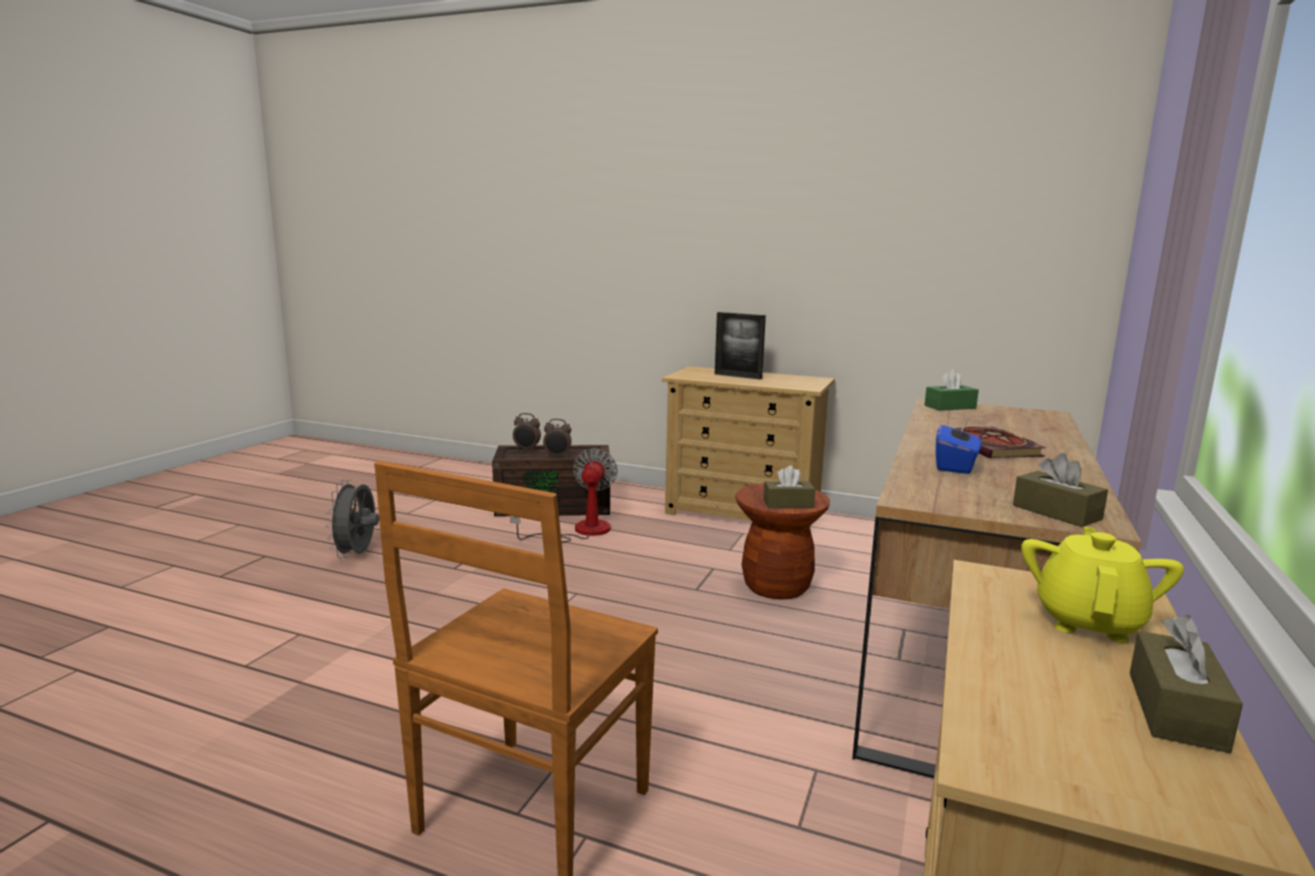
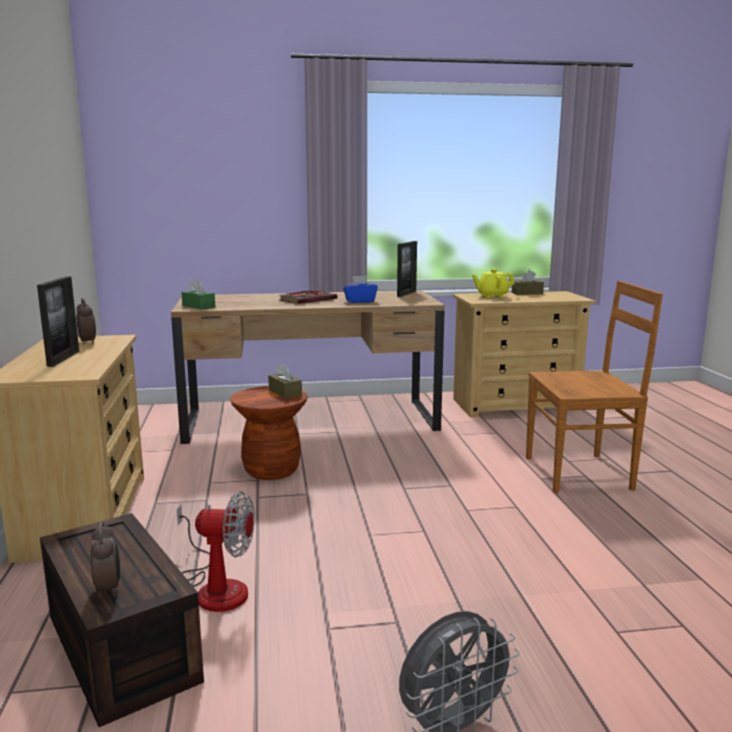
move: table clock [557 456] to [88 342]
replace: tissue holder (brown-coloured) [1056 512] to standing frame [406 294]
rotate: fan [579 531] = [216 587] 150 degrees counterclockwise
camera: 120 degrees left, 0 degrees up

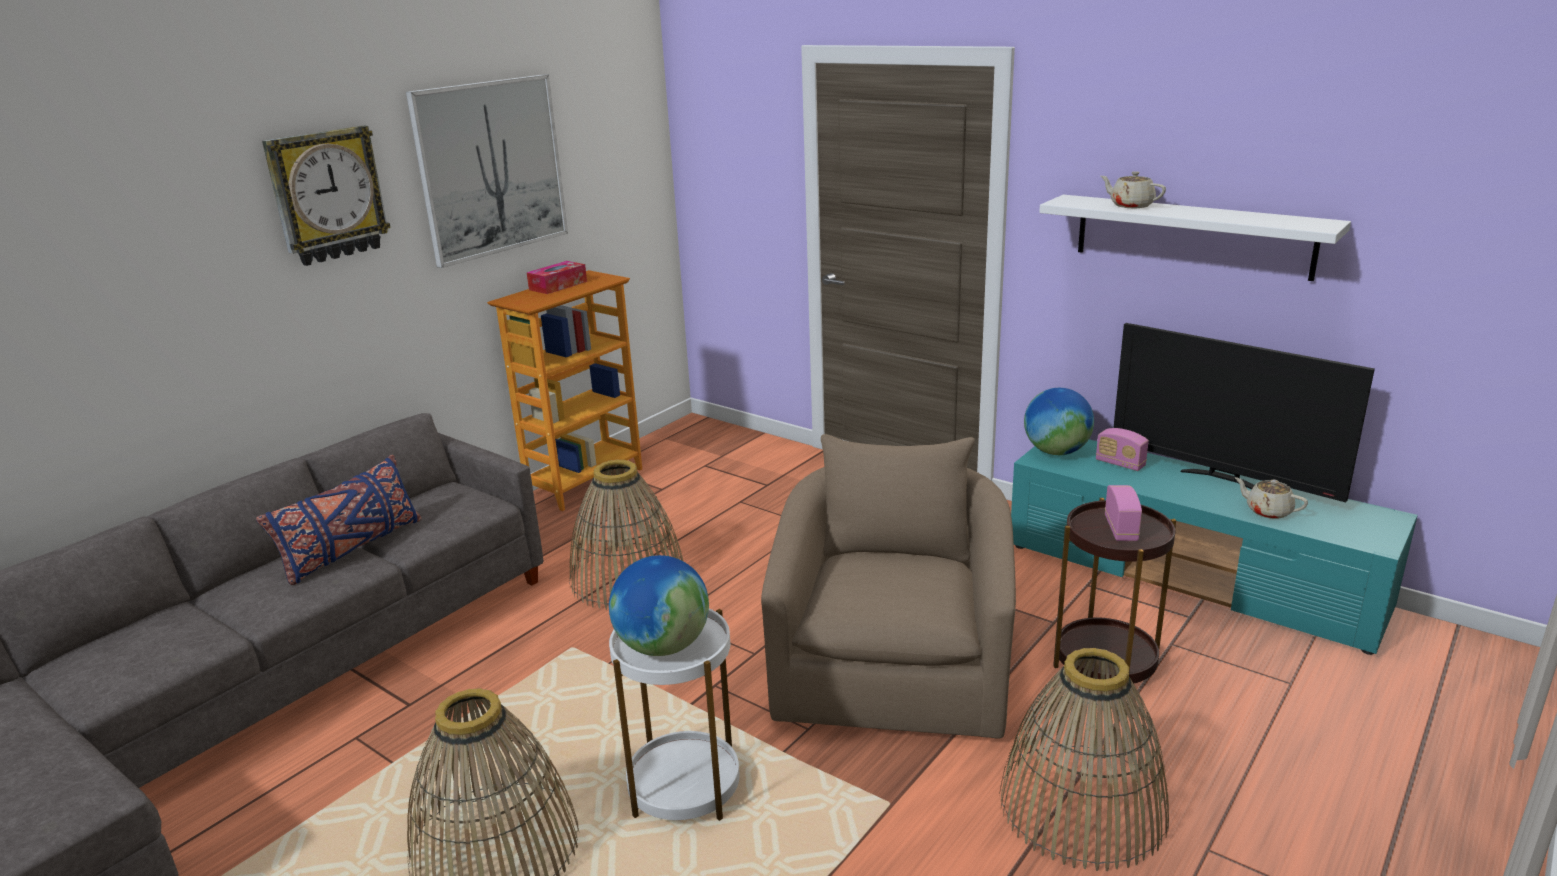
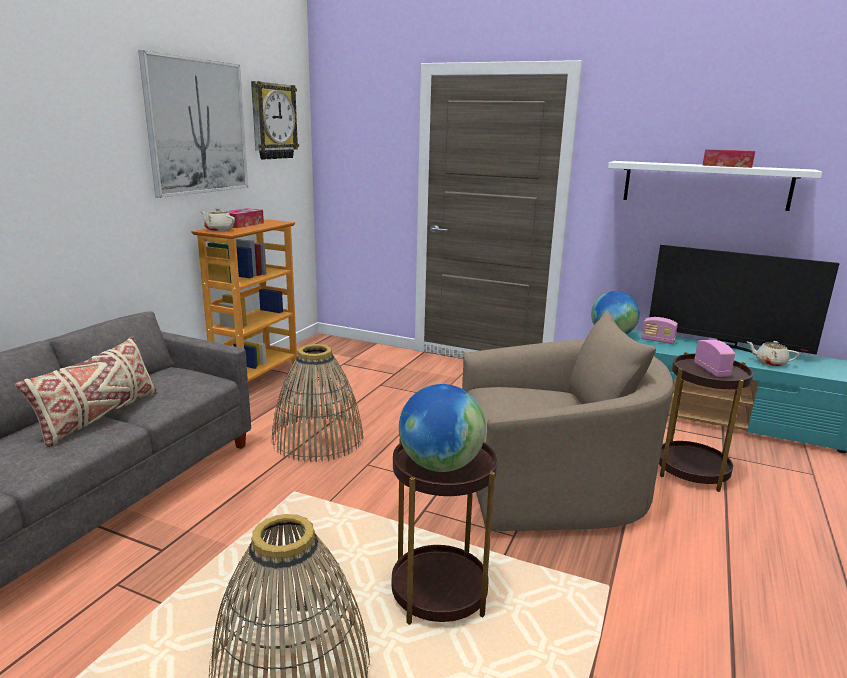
delete: household basket [1081 807]
insert: tissue holder [726 166]
move: hanging clock [327 195] to [273 121]; teapot (sand-coloured) [1130 205] to [218 230]
recolor: cushion (blue-coloured) [351 549] to cushion (sand-coloured) [98 416]; side table (white) [684 788] to side table (brown-coloured) [439 593]
rotate: lounge chair (sand-coloured) [893 667] = [551 485] 90 degrees clockwise
camera: 15 degrees left, 5 degrees down

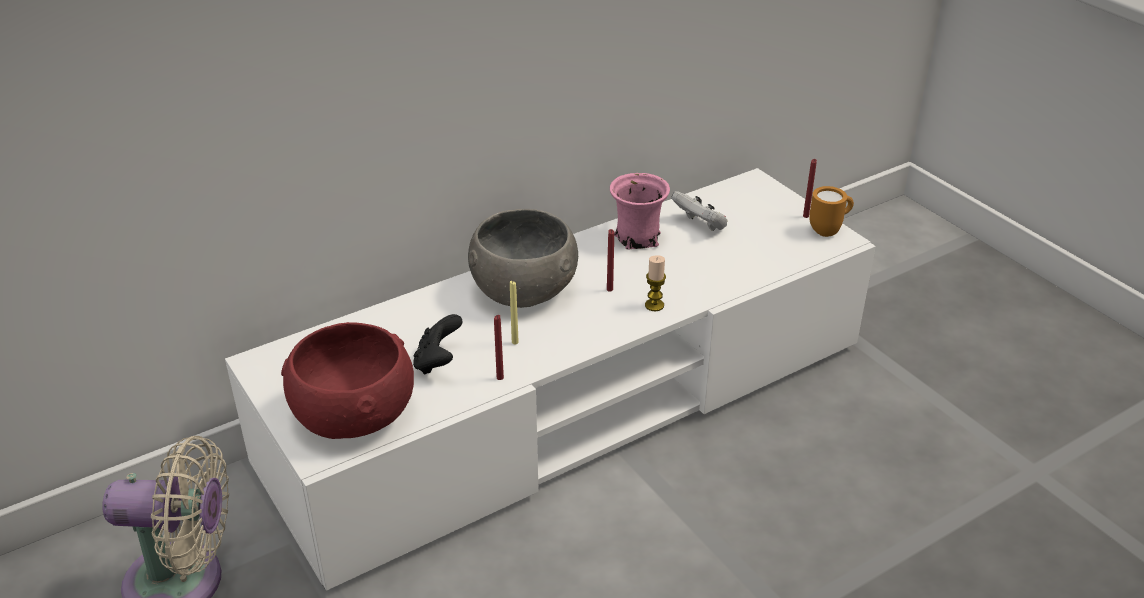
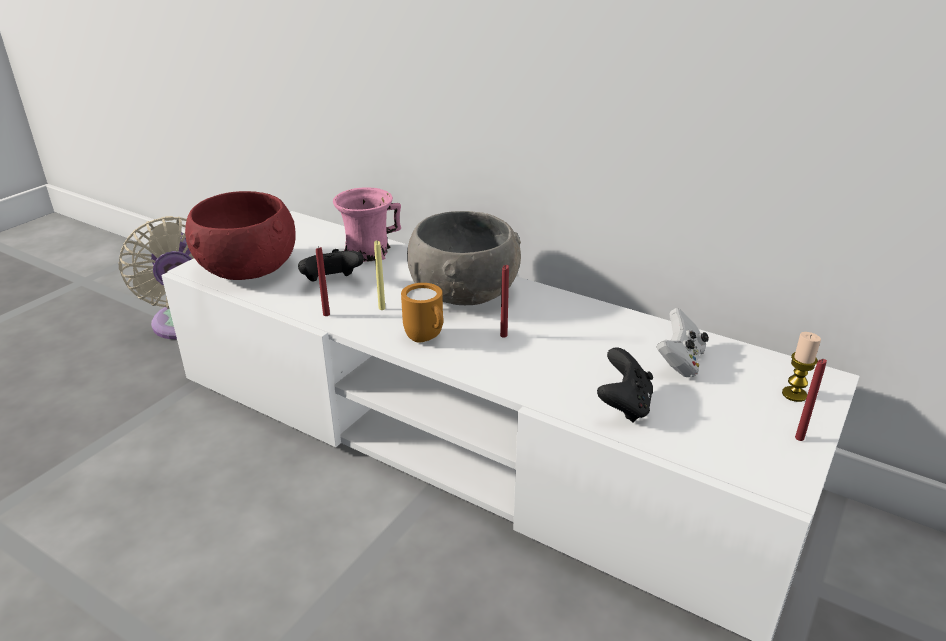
insert: gamepad (blackish) [624 406]
move: tea mug (pink) [636 238] to [367 252]; tea mug (orangey) [829 230] to [427 339]; wax light [654 305] to [794 394]
camera: 65 degrees right, 5 degrees down

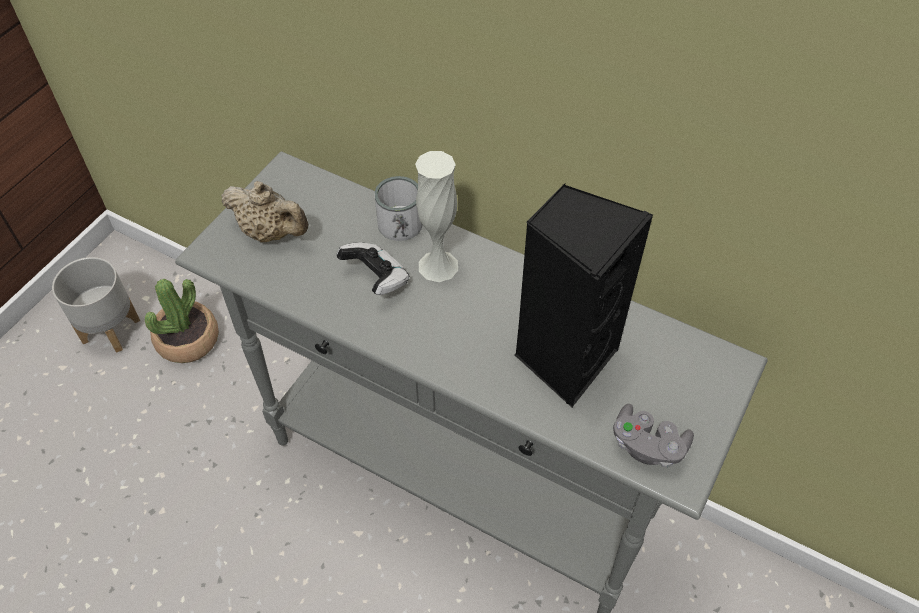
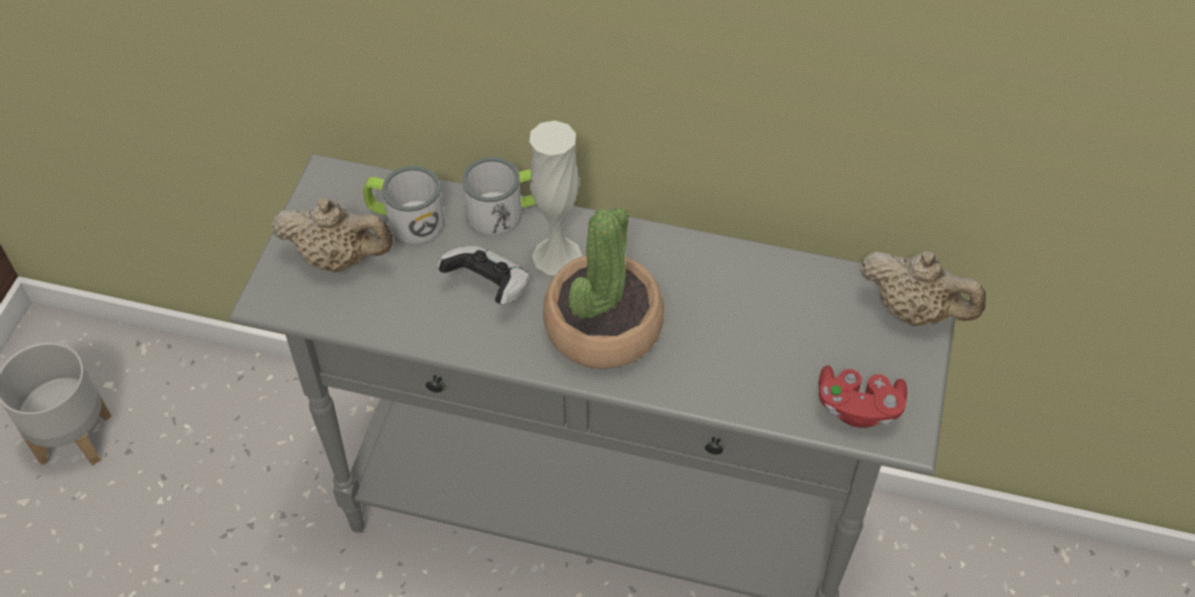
delete: loudspeaker (blackish) [564 358]
insert: tea mug [406 221]; teapot (sand-coloured) [914 311]
move: potted plant [188 339] to [603 326]
recolor: gamepad (grey) [647 445] to gamepad (red) [858 407]
camera: 15 degrees left, 0 degrees up

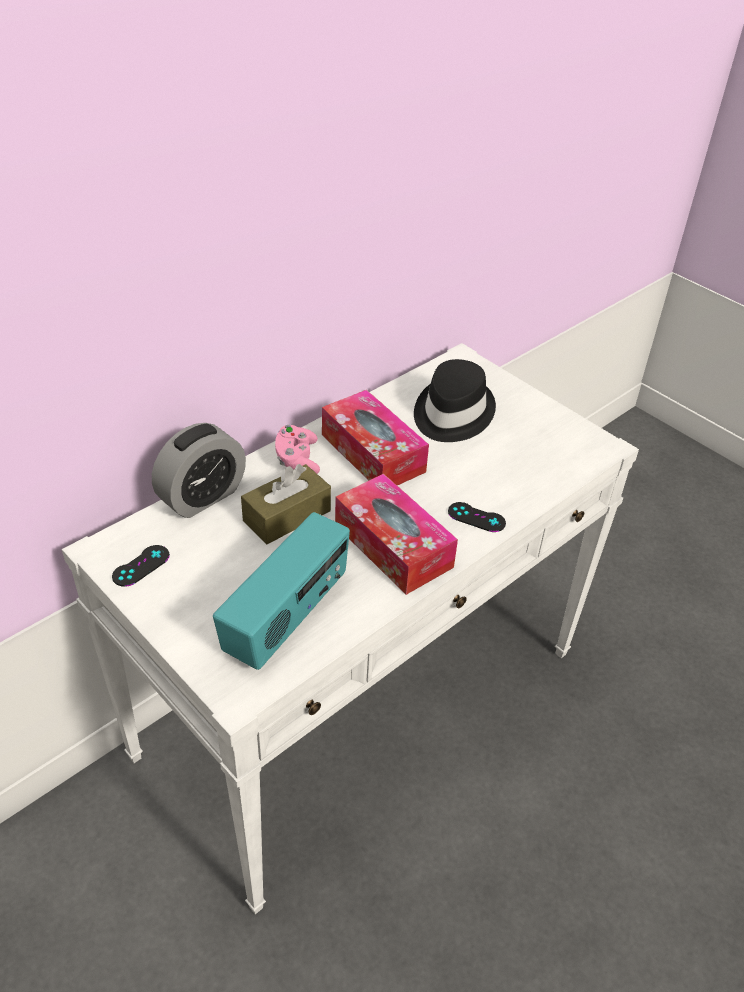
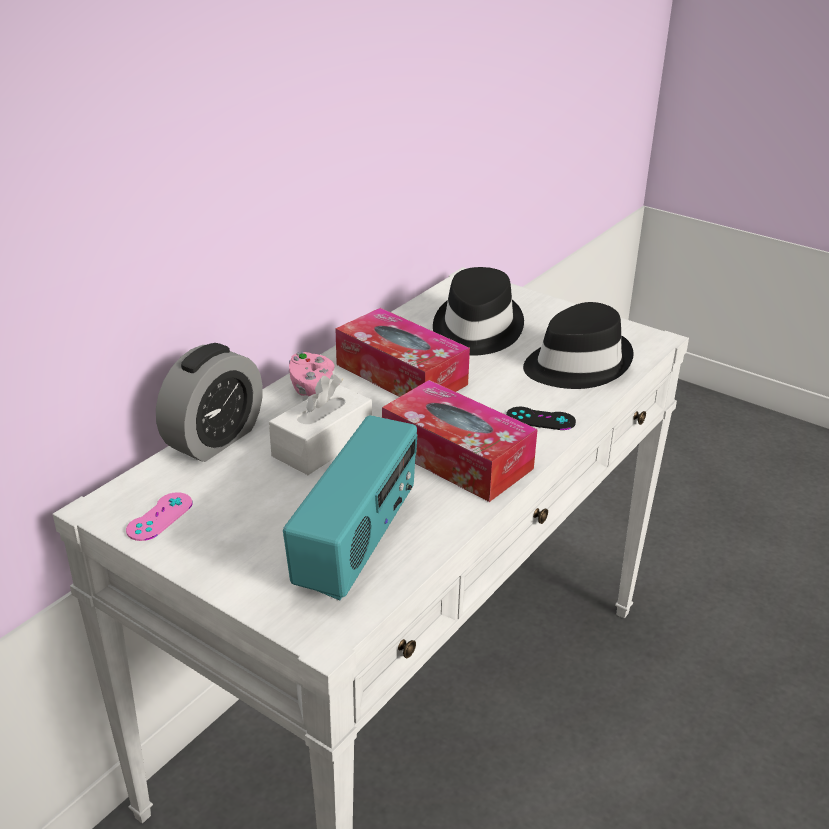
insert: wearable hat (blackish) [576 364]
recolor: tissue holder (brown-coloured) [287 516] to tissue holder (white) [322 445]; gamepad (blackish) [141 566] to gamepad (pink) [159 517]
camera: 10 degrees left, 10 degrees down

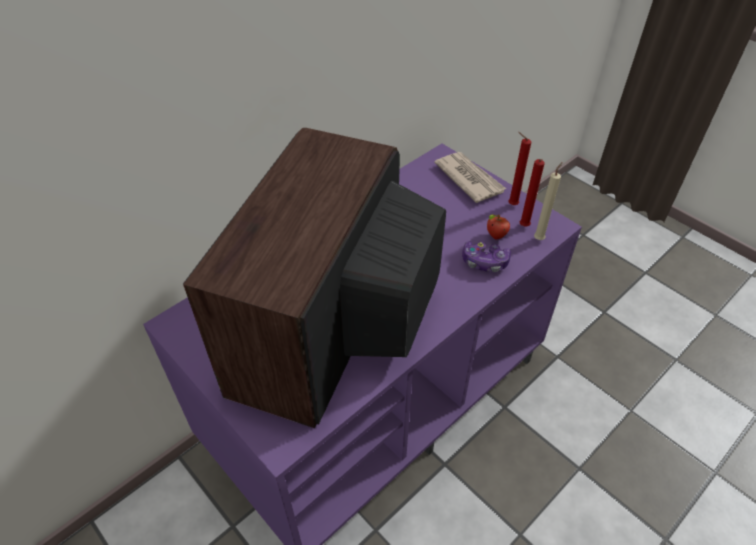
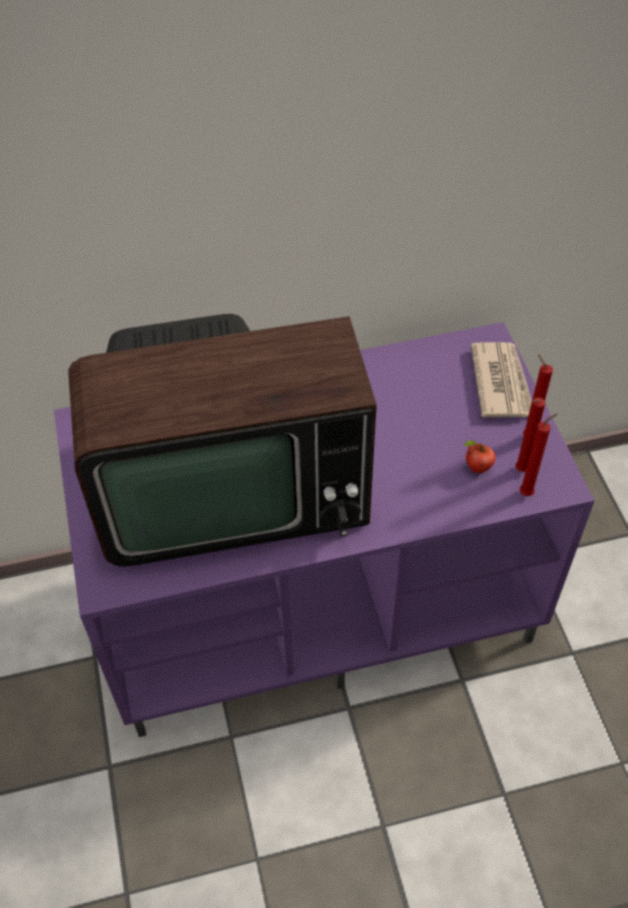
delete: gamepad [484 262]
recolor: wax light (sand-coloured) [539 238] to wax light (red) [528 493]
rotate: television [331 323] = [227 488] 150 degrees counterclockwise
camera: 30 degrees right, 5 degrees up

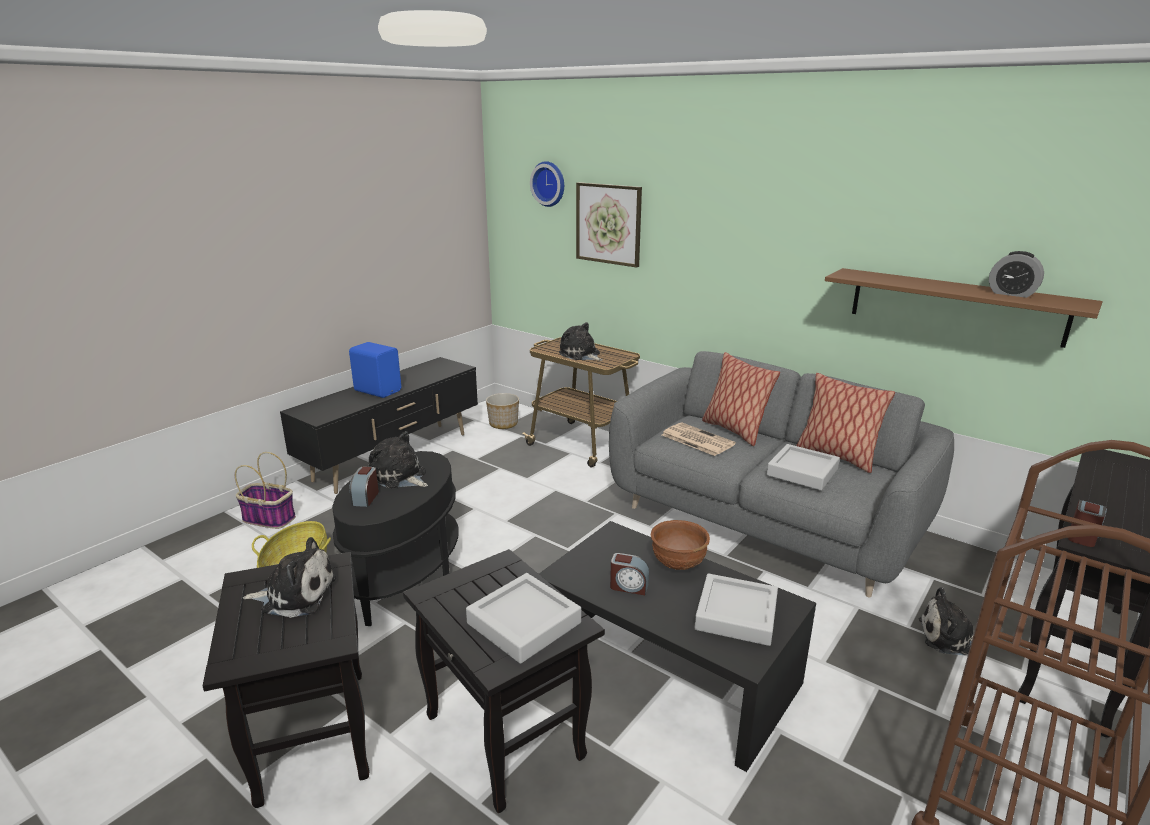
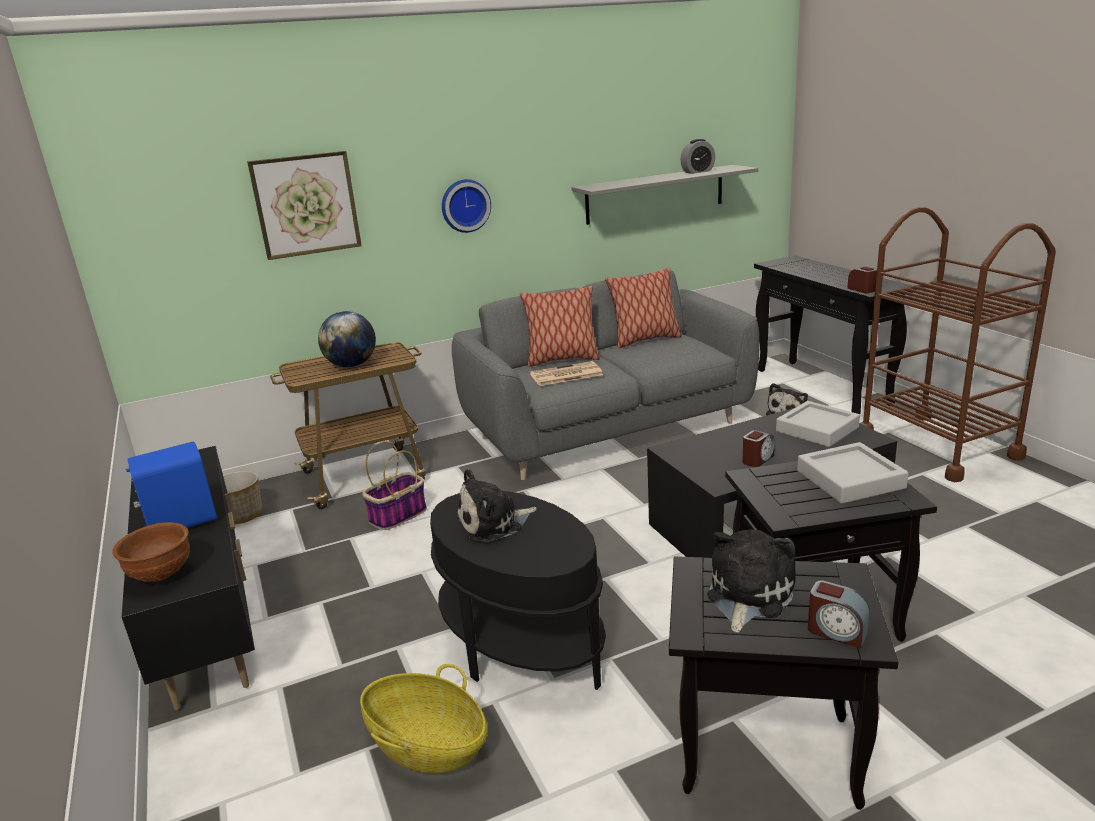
delete: tray (grey) [802 472]
move: hanging clock [549 184] to [465 205]; household basket [268 519] to [398 516]; table clock [365 498] to [836 632]; serving bowl (brown-coloured) [678 563] to [160 574]
replace: plush toy [581 355] to world globe [351 365]
recolor: wall shelf (brown-coloured) [955 306] to wall shelf (grey) [655 194]
camera: 60 degrees left, 0 degrees up

